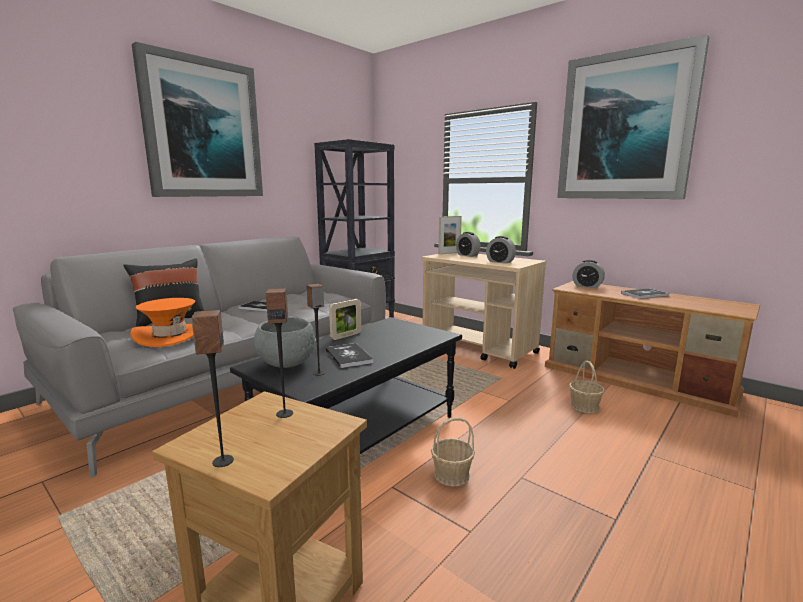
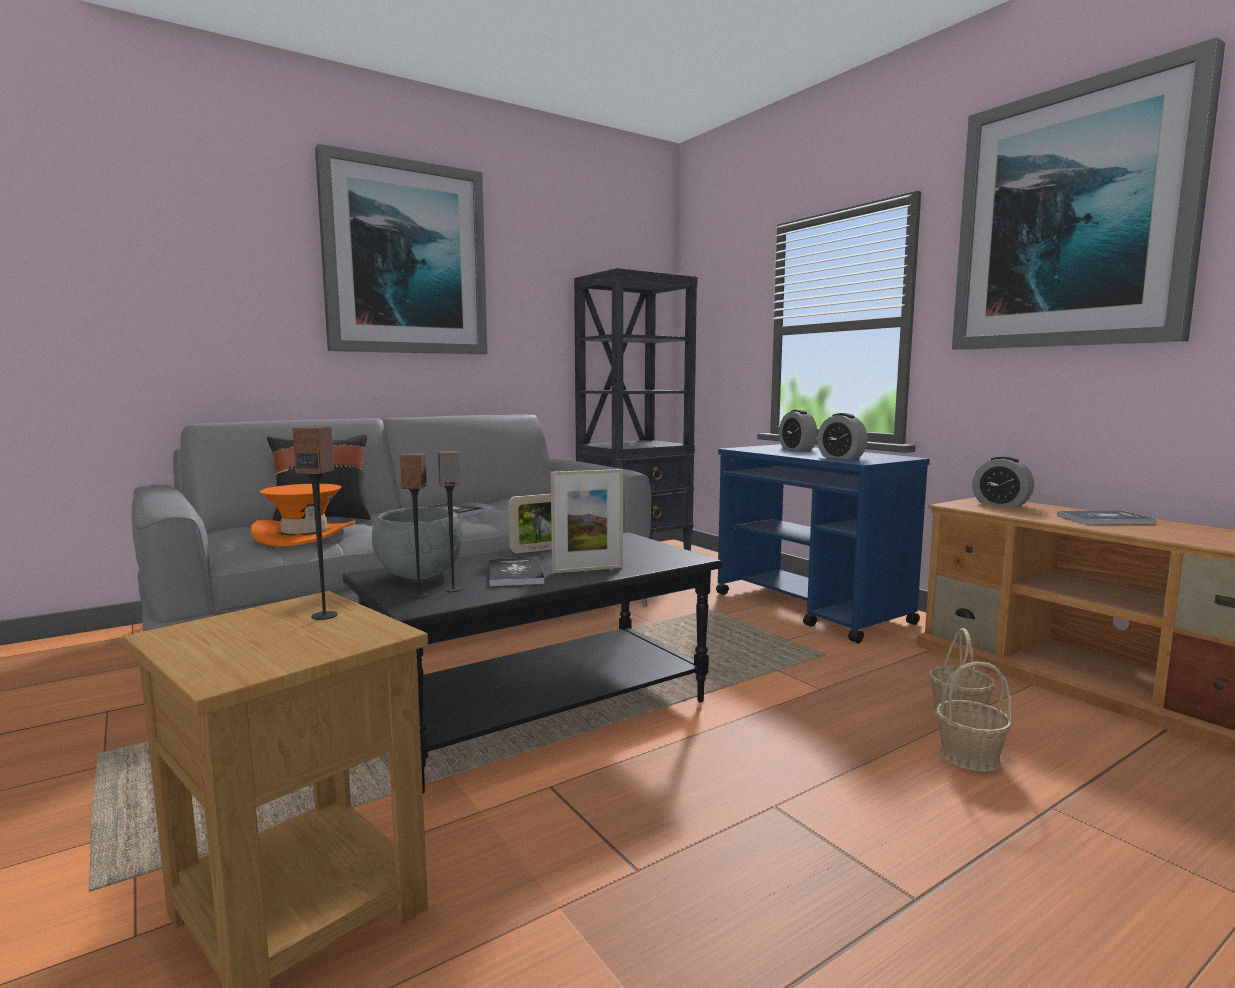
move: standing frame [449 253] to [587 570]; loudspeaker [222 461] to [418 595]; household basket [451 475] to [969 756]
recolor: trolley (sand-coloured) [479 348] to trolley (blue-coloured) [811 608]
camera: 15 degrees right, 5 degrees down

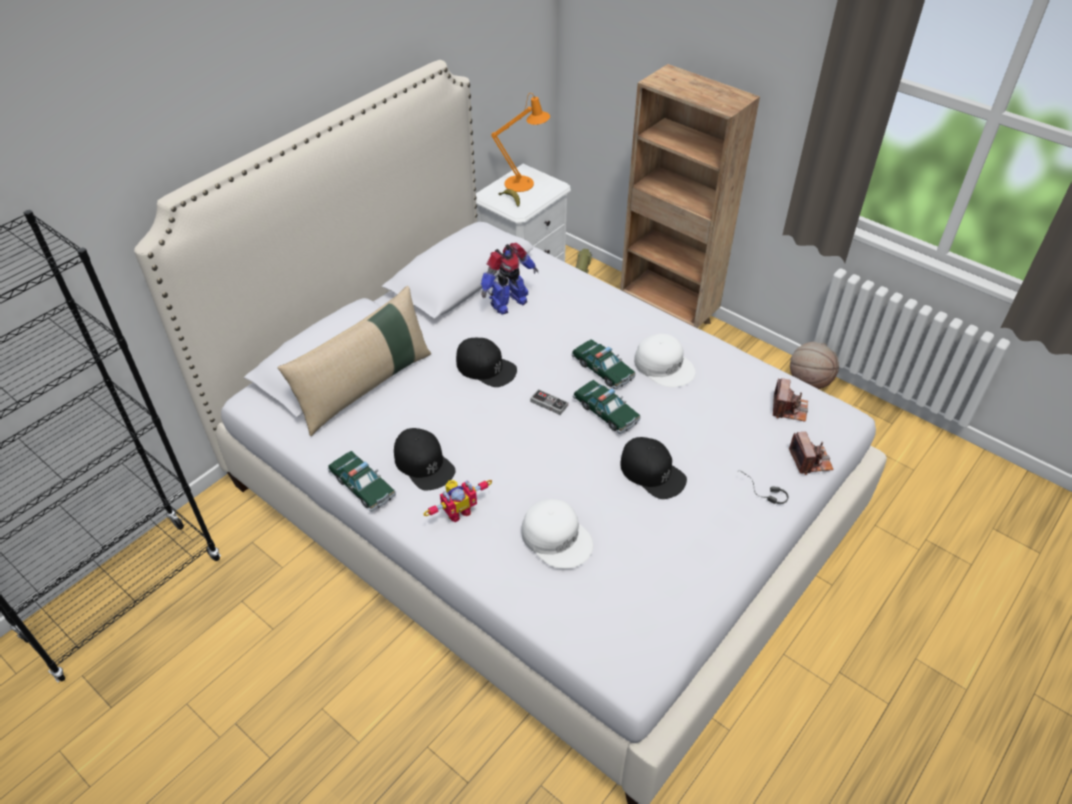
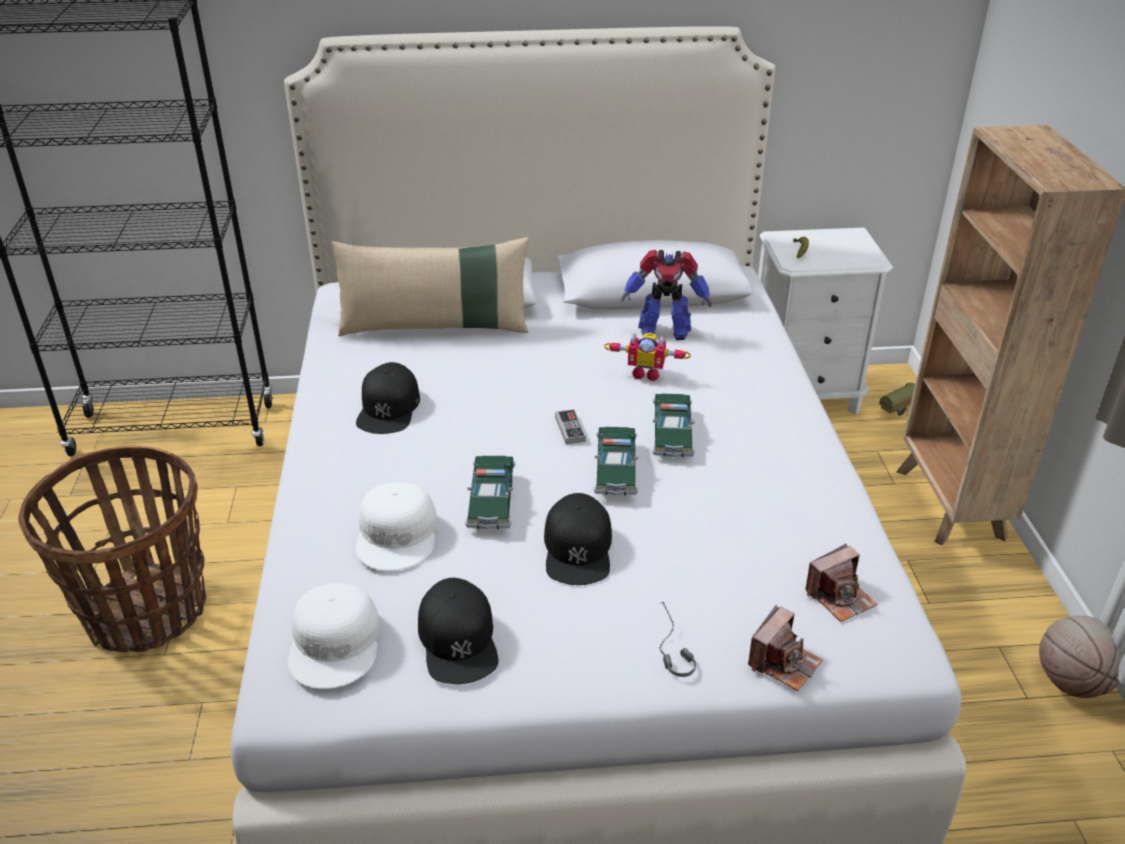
delete: lamp for a table (orangey) [523 183]
insert: household basket [146 612]
move: cap (white) [664 365] to [336 643]; cap (blackish) [486 367] to [458 640]; miniature car [362 486] to [491 501]; toy robot [457 511] to [646 373]
camera: 45 degrees right, 10 degrees down

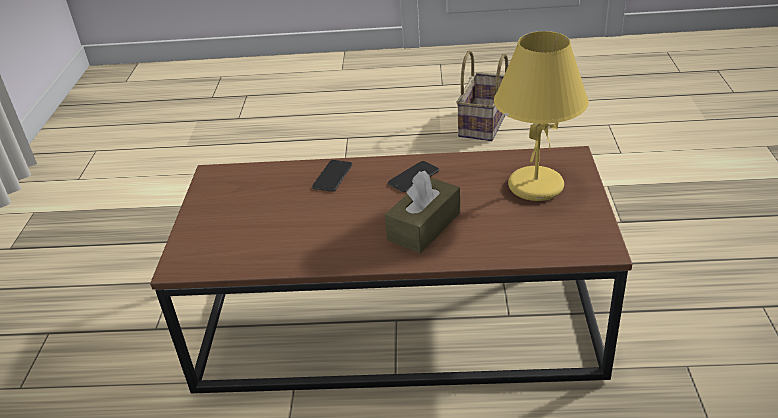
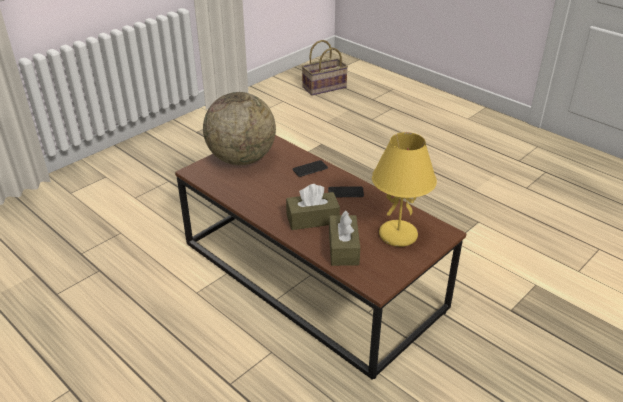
insert: world globe [242 159]; tissue holder (brown-coloured) [343 248]
move: household basket [484 124] to [323 88]
camera: 40 degrees right, 0 degrees up

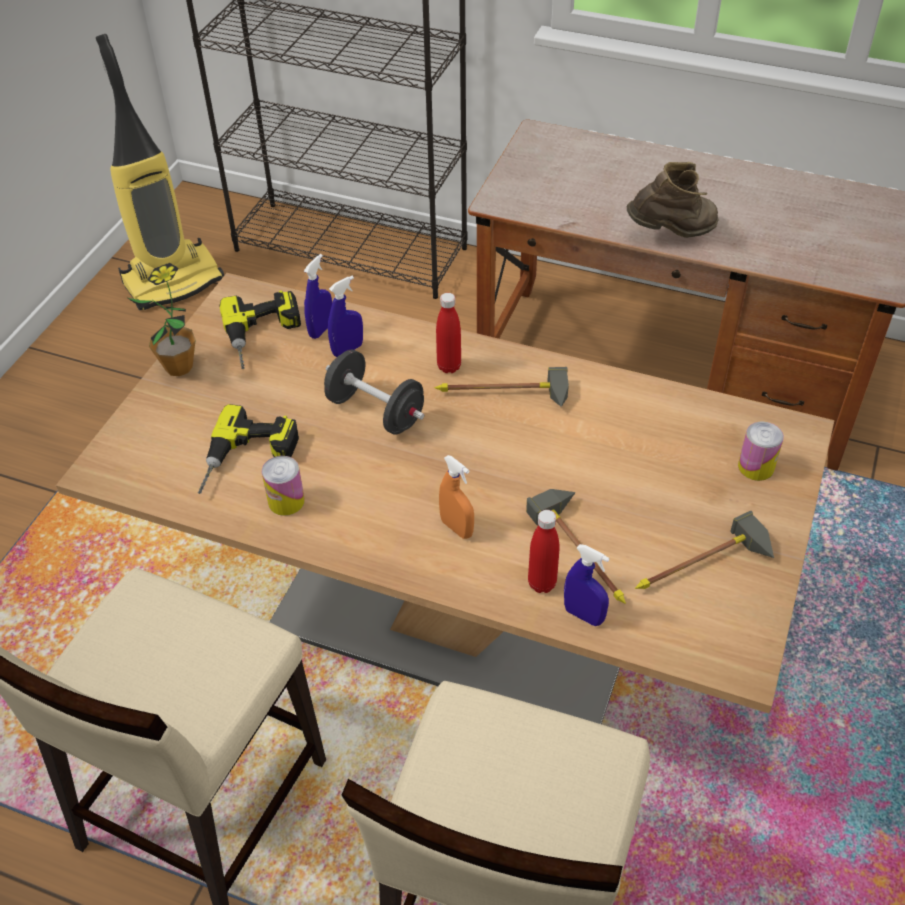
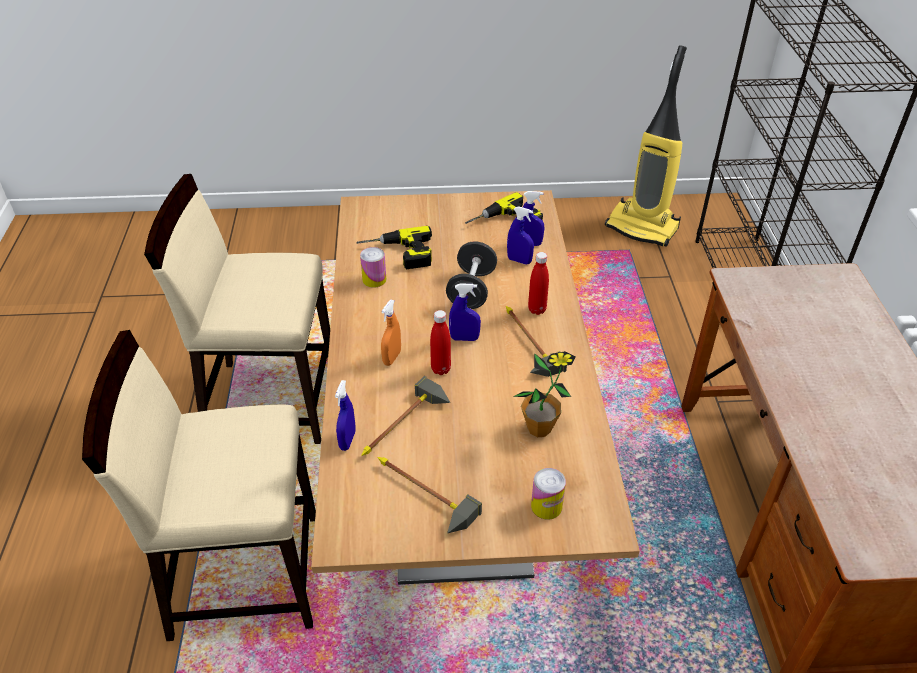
delete: boot (brown-coloured) [672 234]
insert: hand sprayer (blue-coloured) [464 338]
move: potted plant [179 367] to [539 428]; drink bottle (red) [542 583] to [440 369]
camera: 65 degrees right, 5 degrees down

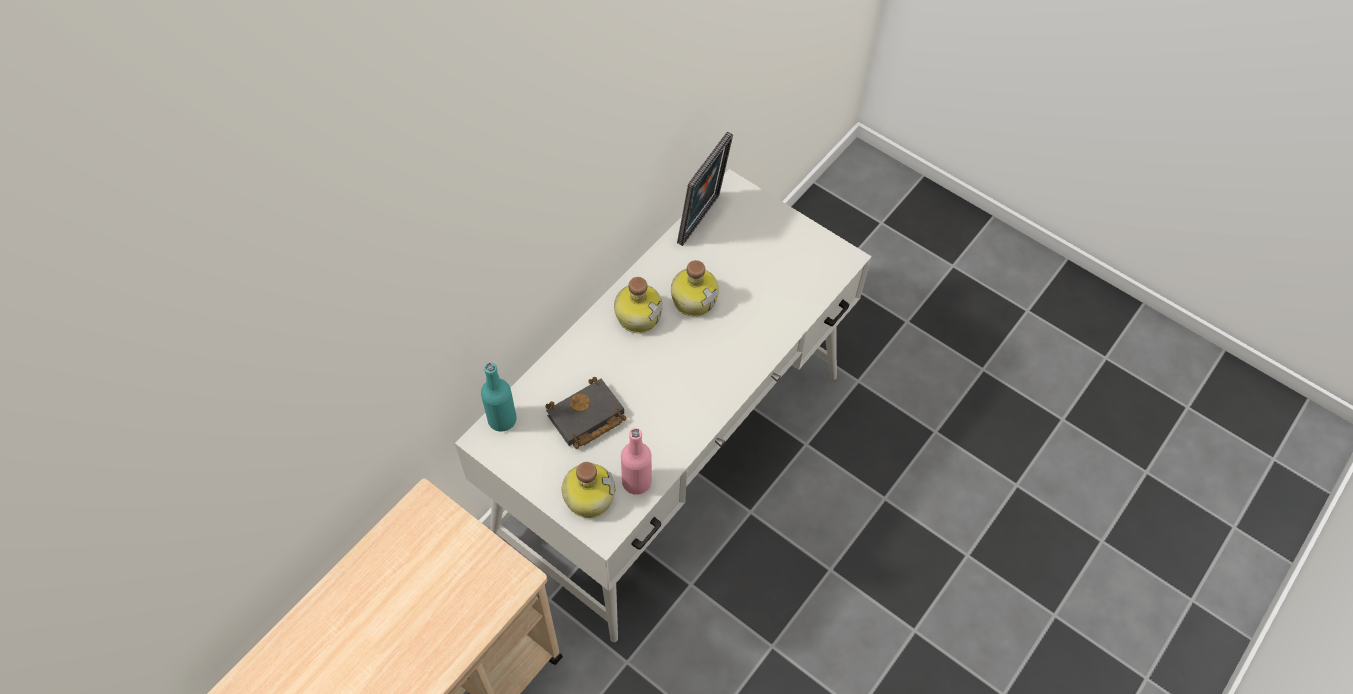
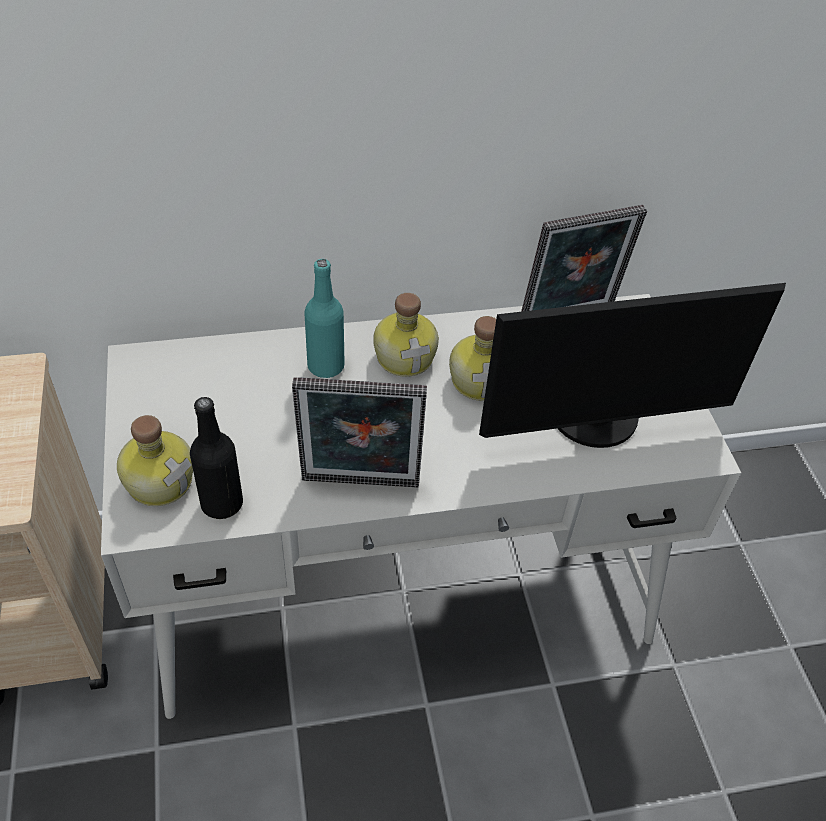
delete: book (blackish) [586 418]
insert: computer display [597 421]; standing frame [360 486]
move: drink bottle (turquoise) [502 420] to [326 366]
recolor: drink bottle (pink) [636 482] to drink bottle (blackish) [222 503]
camera: 40 degrees right, 10 degrees down

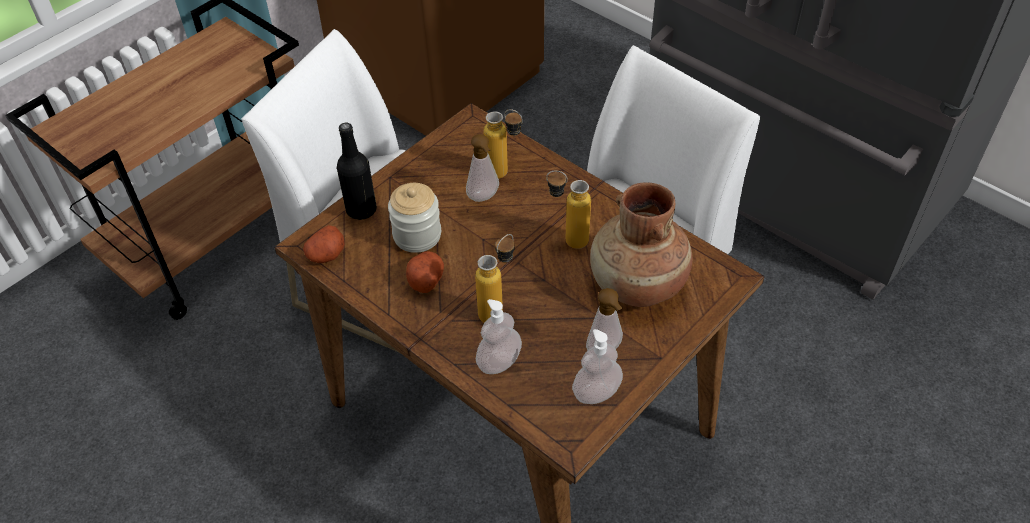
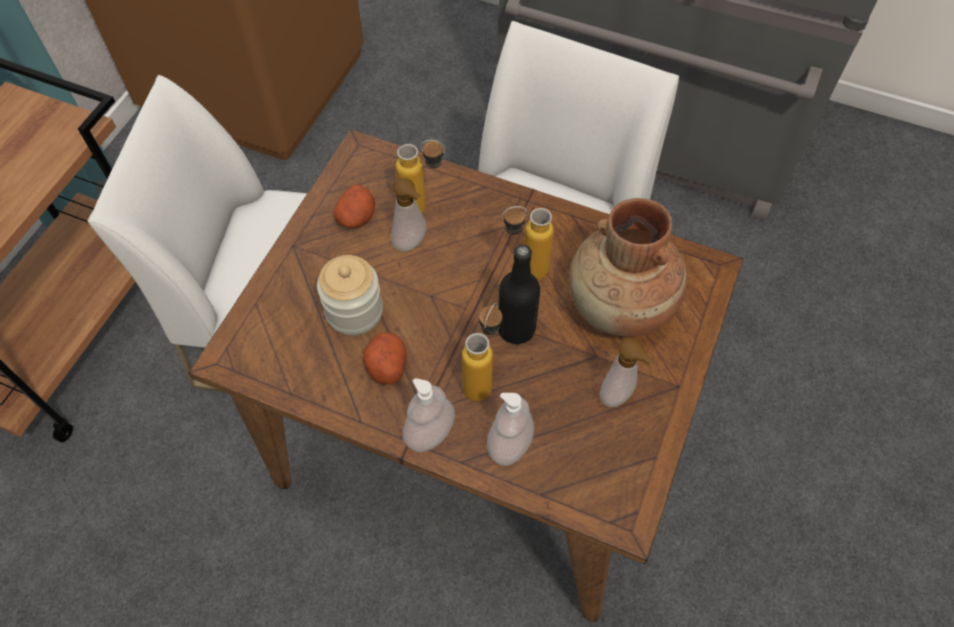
move: drink bottle (blackish) [361 210] to [516 329]; spud [326 255] to [356 217]; soap dispenser [596 392] to [430 432]
camera: 20 degrees left, 10 degrees up

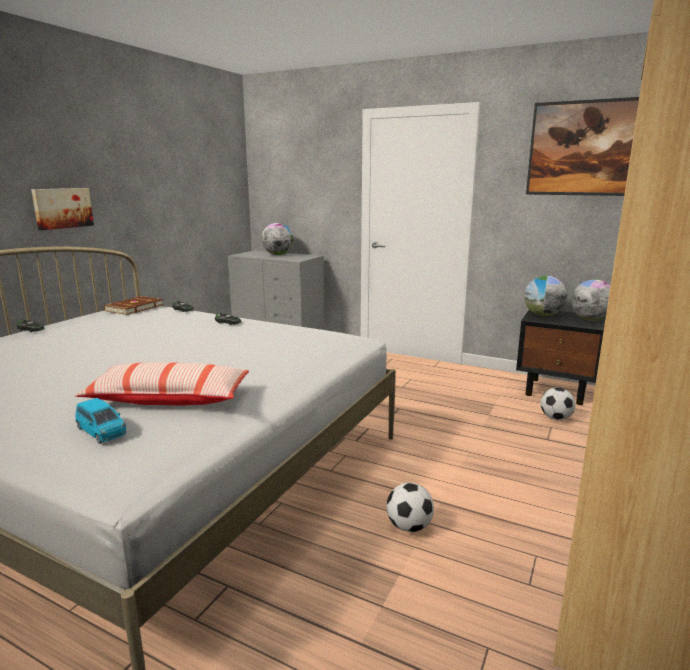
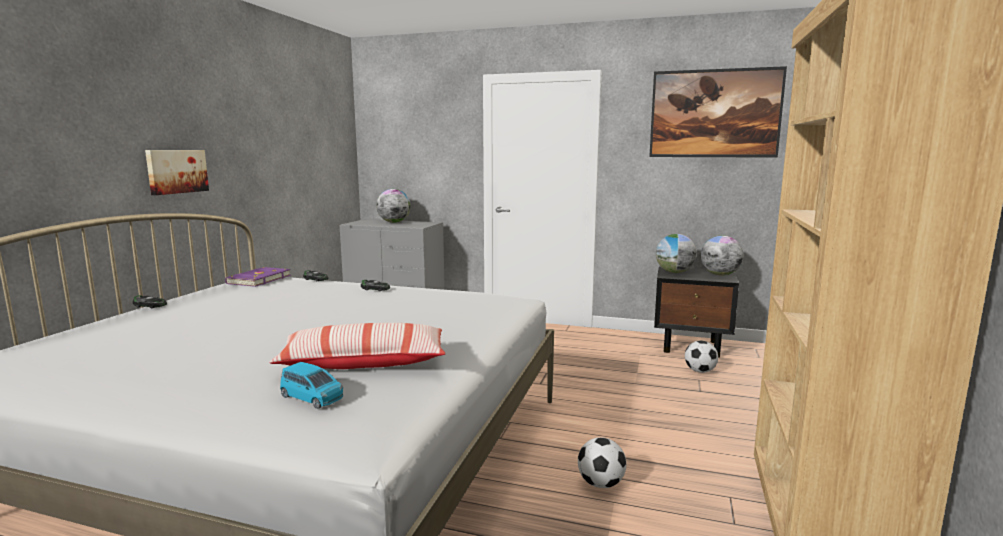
recolor: book (brown-coloured) [133 308] to book (purplish) [258 279]
camera: 10 degrees left, 5 degrees down

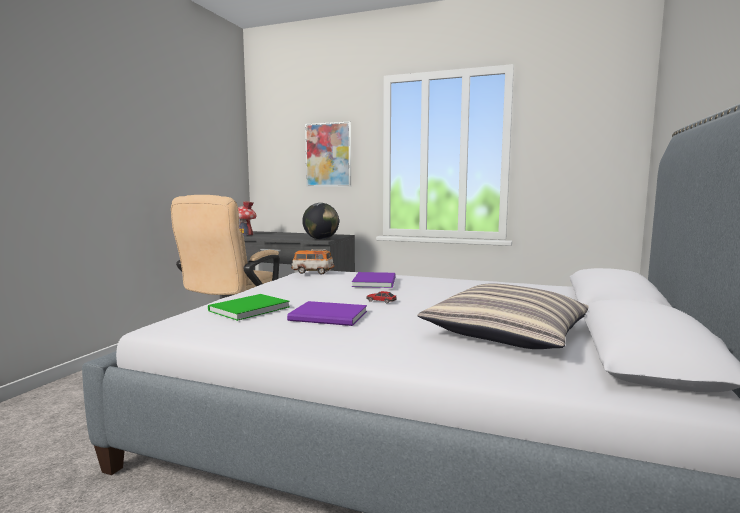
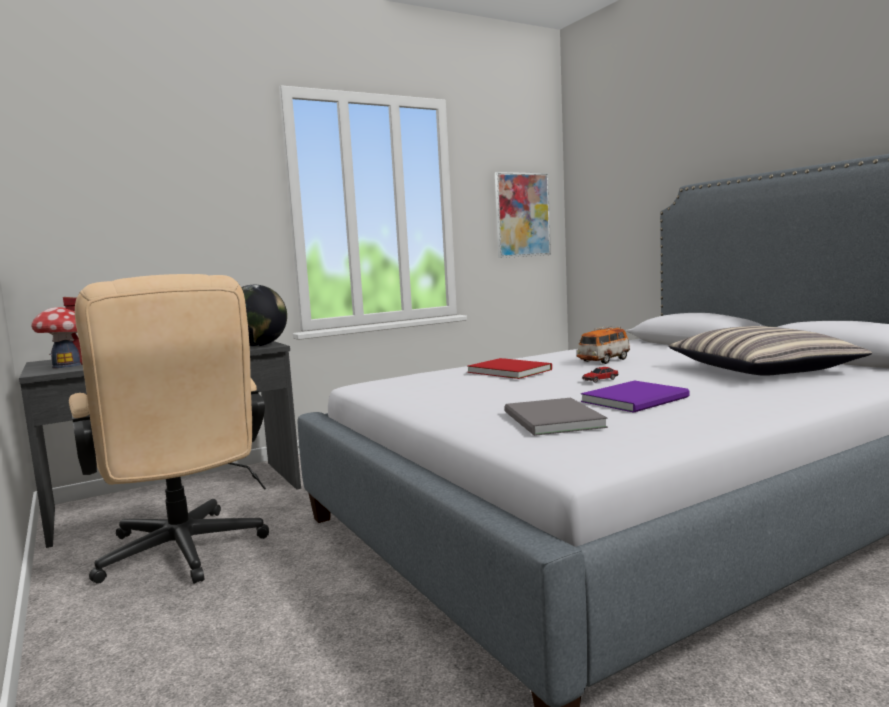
move: wall art [328 155] to [522 215]; miniature car [312 272] to [603 360]
recolor: book (purplish) [376 281] to book (red) [509 370]; book (green-coloured) [246 309] to book (grey) [551 420]
camera: 50 degrees left, 0 degrees up

